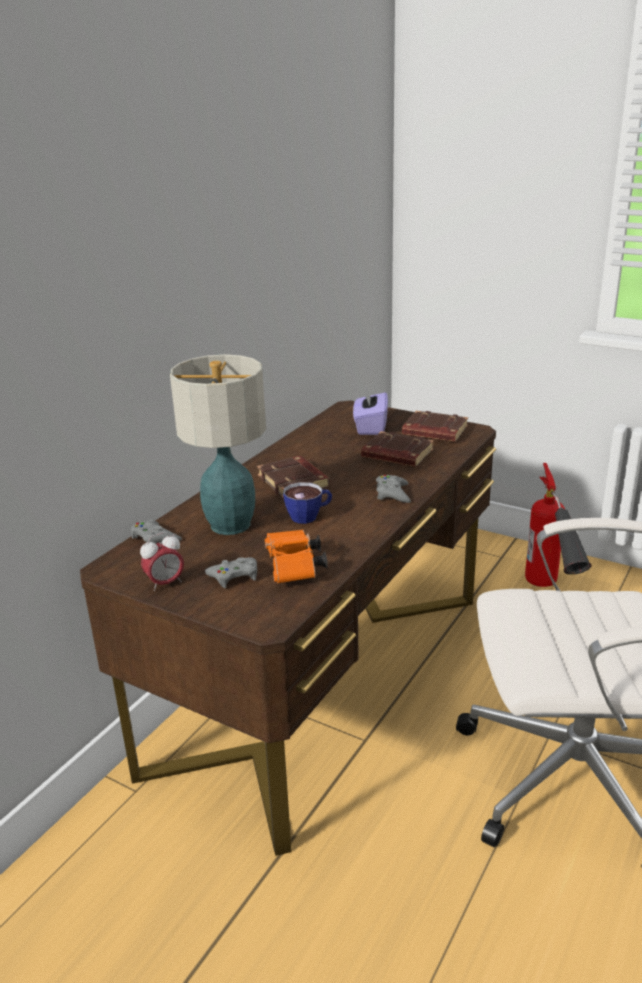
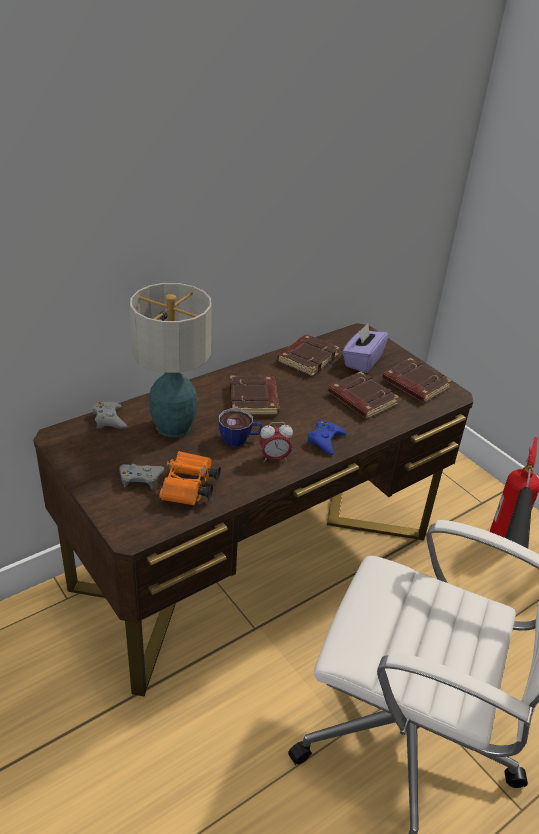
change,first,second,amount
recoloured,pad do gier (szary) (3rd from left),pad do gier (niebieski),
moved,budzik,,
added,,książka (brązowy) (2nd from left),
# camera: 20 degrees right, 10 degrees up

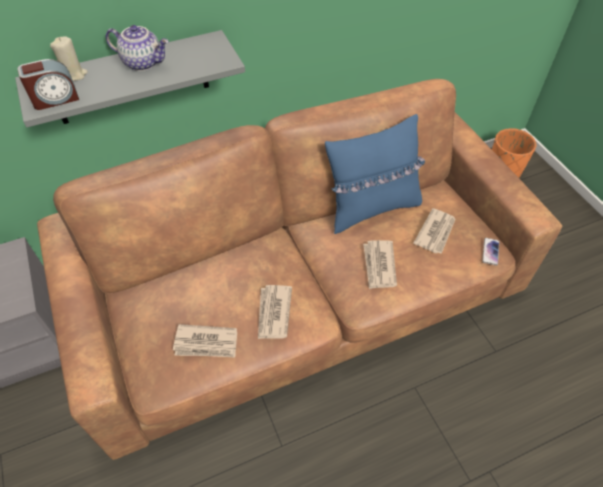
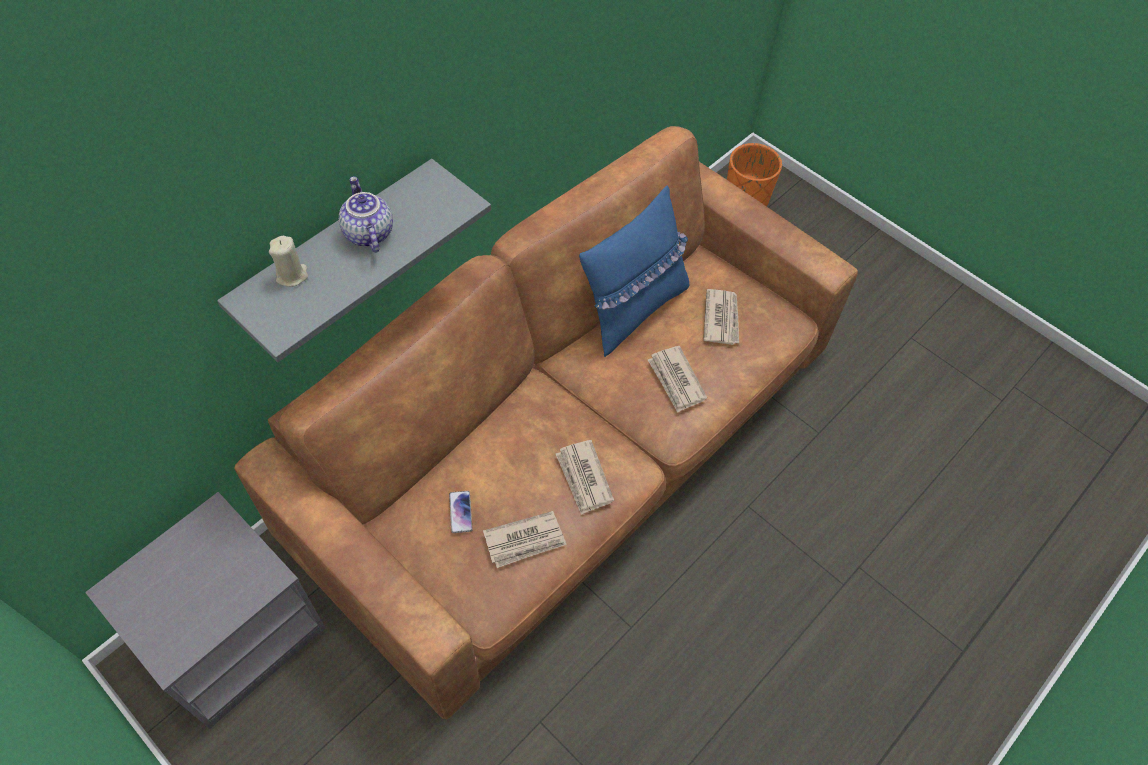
change,first,second,amount
turned,imbryk,,105 degrees counterclockwise
removed,budzik,,
moved,telefon,,
# camera: 25 degrees left, 5 degrees up

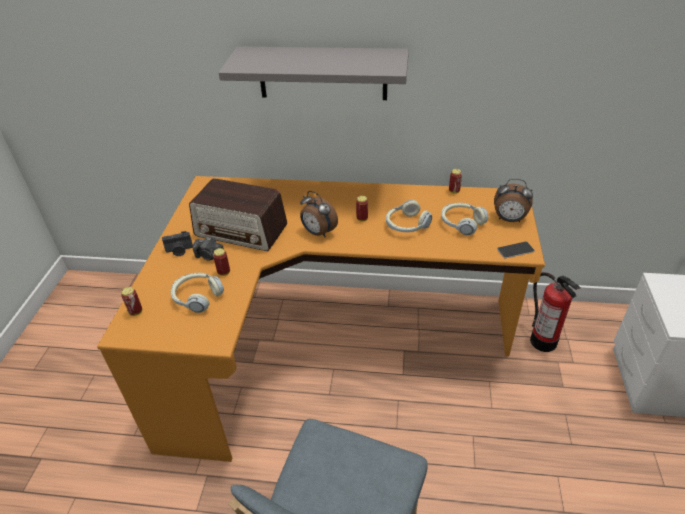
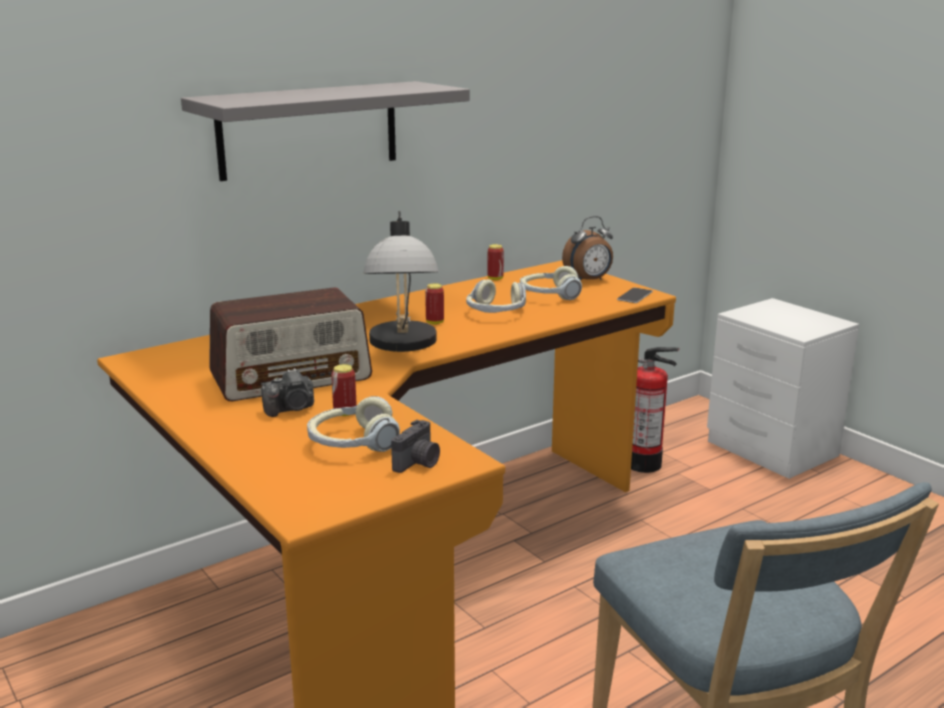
change,first,second,amount
replaced,budzik (1st from left),lampa stołowa,
moved,aparat fotograficzny (1st from left in the first image),aparat fotograficzny (2nd from left),
removed,puszka (1st from left),,
# camera: 45 degrees left, 20 degrees down

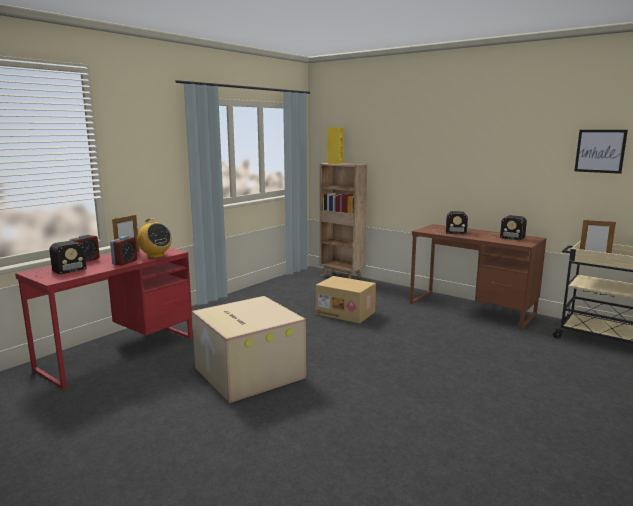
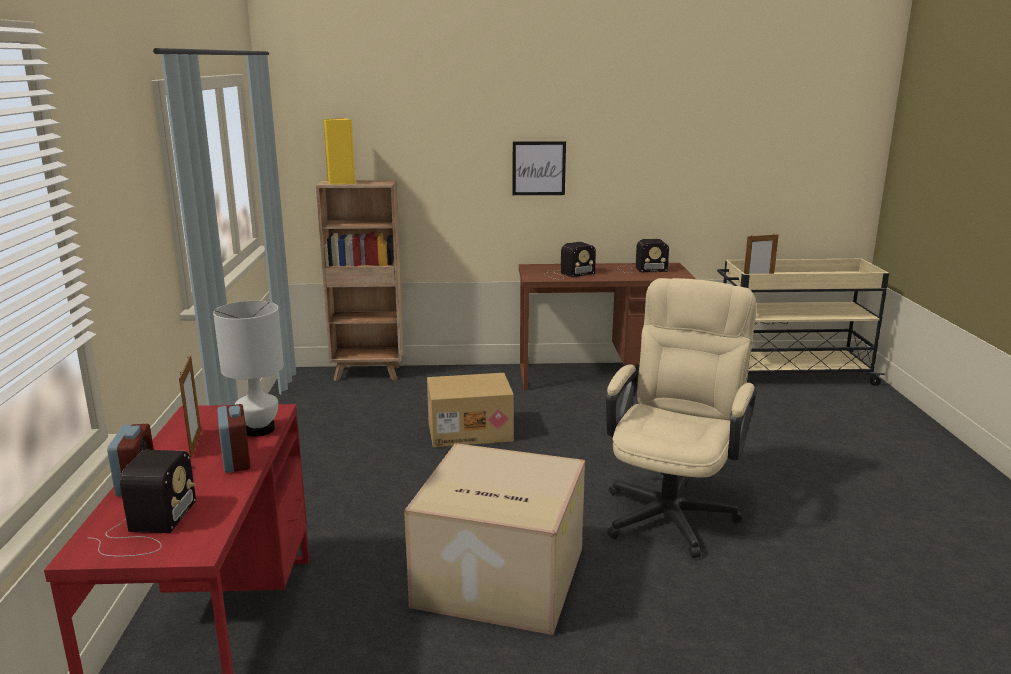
change,first,second,amount
moved,obraz,,
replaced,radio (2nd from left),lampa stołowa (biały),
added,,krzesło biurowe (beżowy),
# camera: 40 degrees left, 5 degrees up

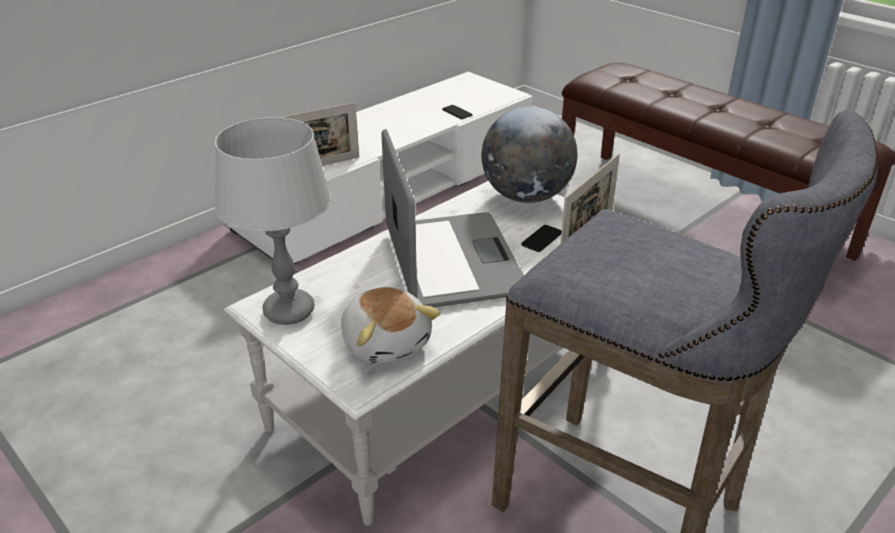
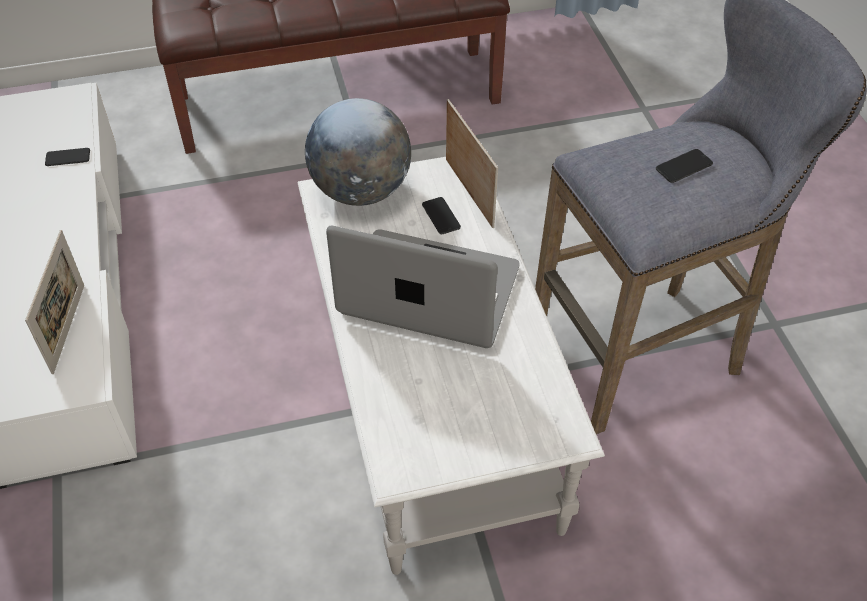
change,first,second,amount
removed,lampa stołowa (szary),,
removed,pluszak,,
added,,telefon (3rd from left),
# camera: 60 degrees left, 15 degrees up

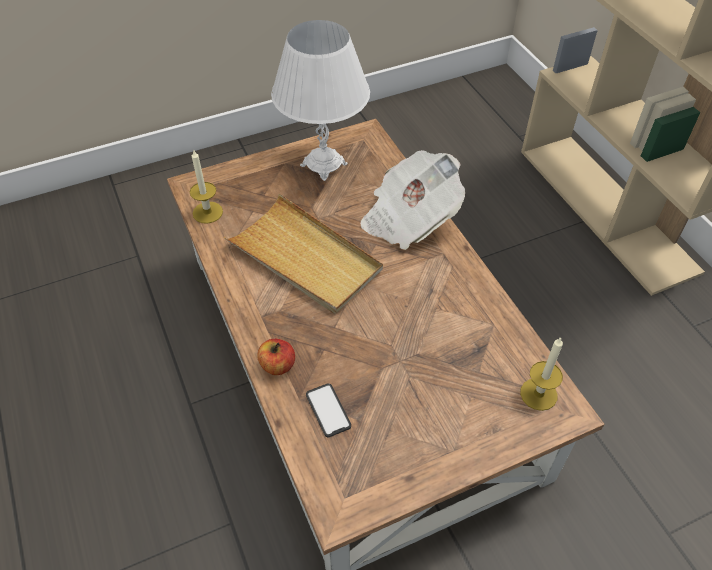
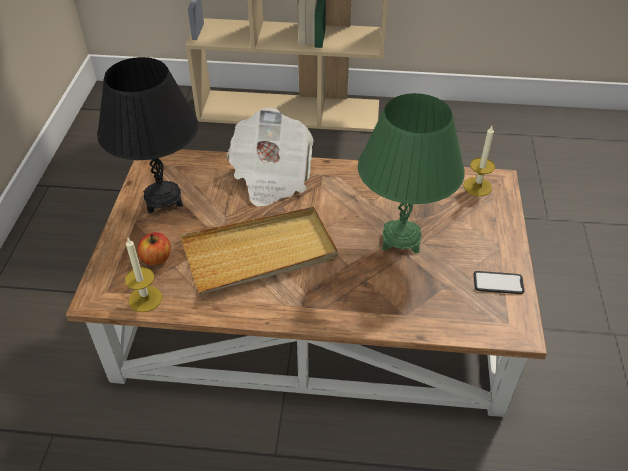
change,first,second,amount
recoloured,lampa stołowa (biały),lampa stołowa (czarny),
moved,jabłko,,
moved,telefon,,
added,,lampa stołowa (zielony),
# camera: 60 degrees left, 5 degrees down

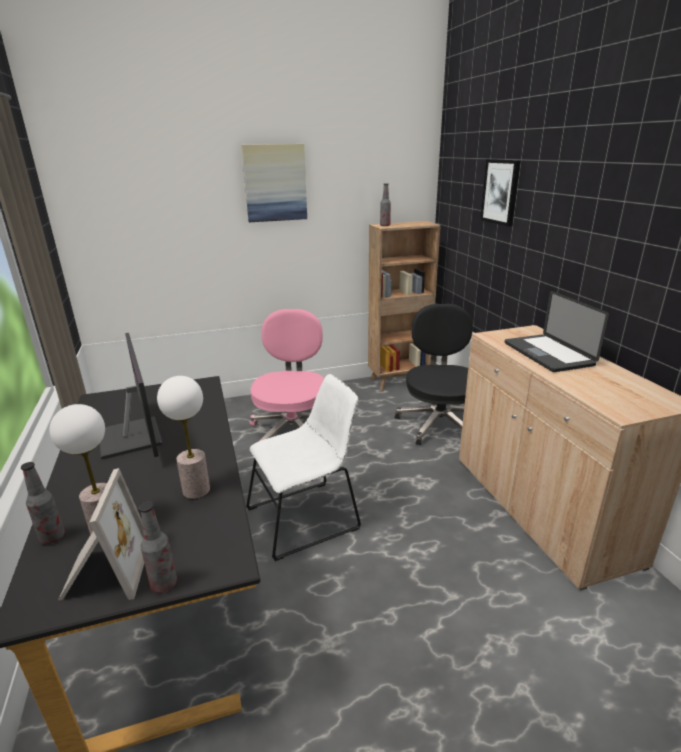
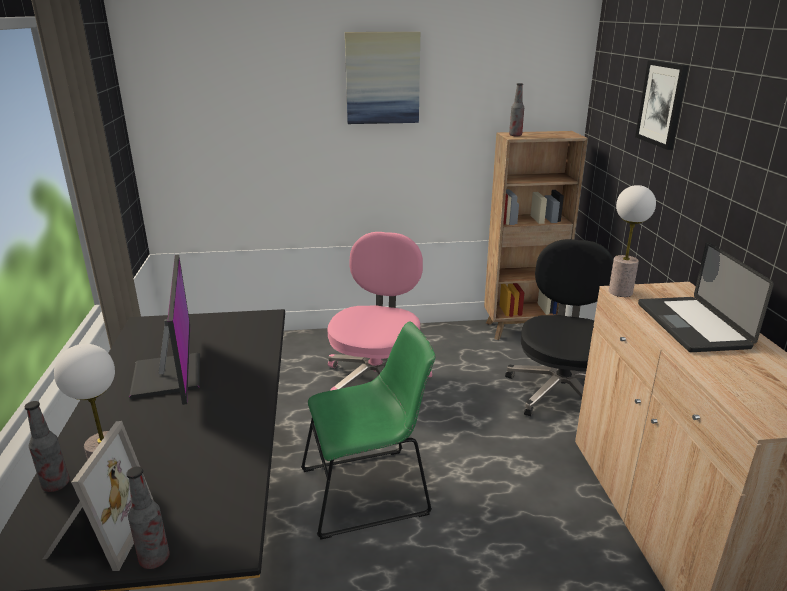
change,first,second,amount
recoloured,krzesło (biały),krzesło (zielony),
moved,lampa stołowa (2nd from left),,
# camera: 10 degrees right, 0 degrees up

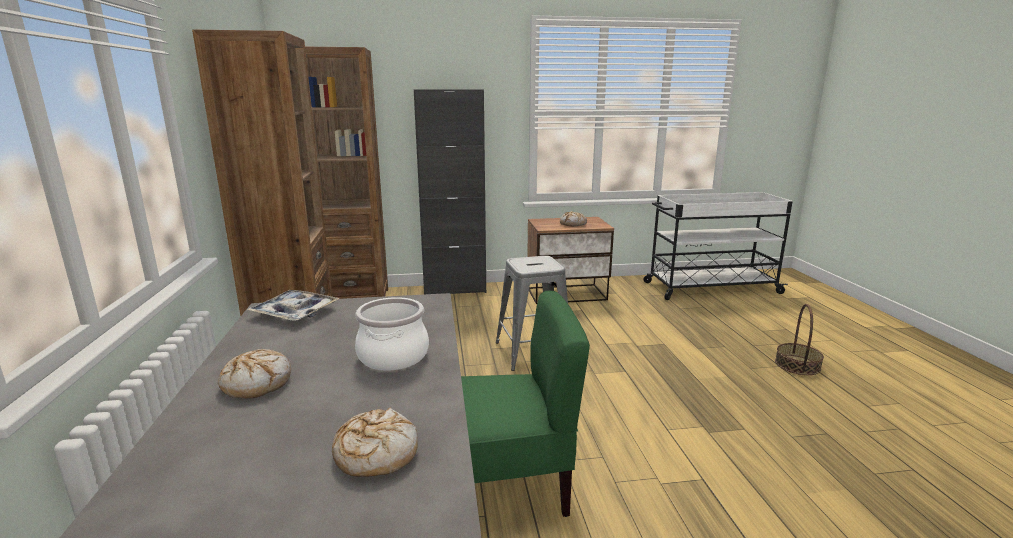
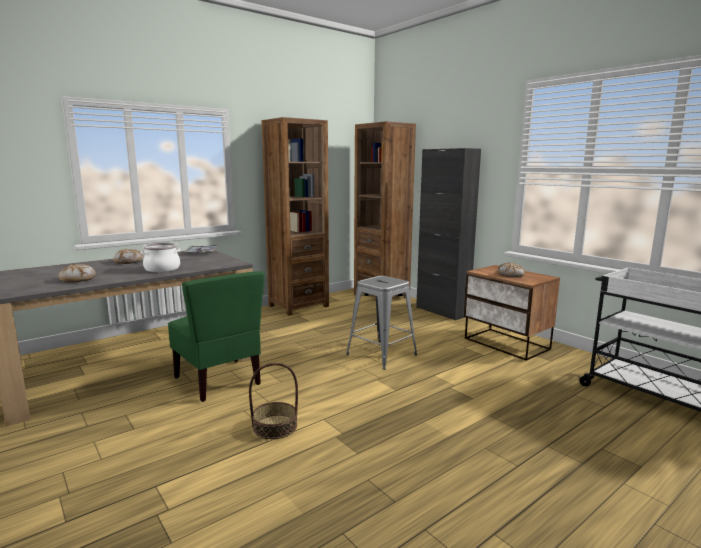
change,first,second,amount
moved,koszyk,,
# camera: 60 degrees right, 5 degrees down

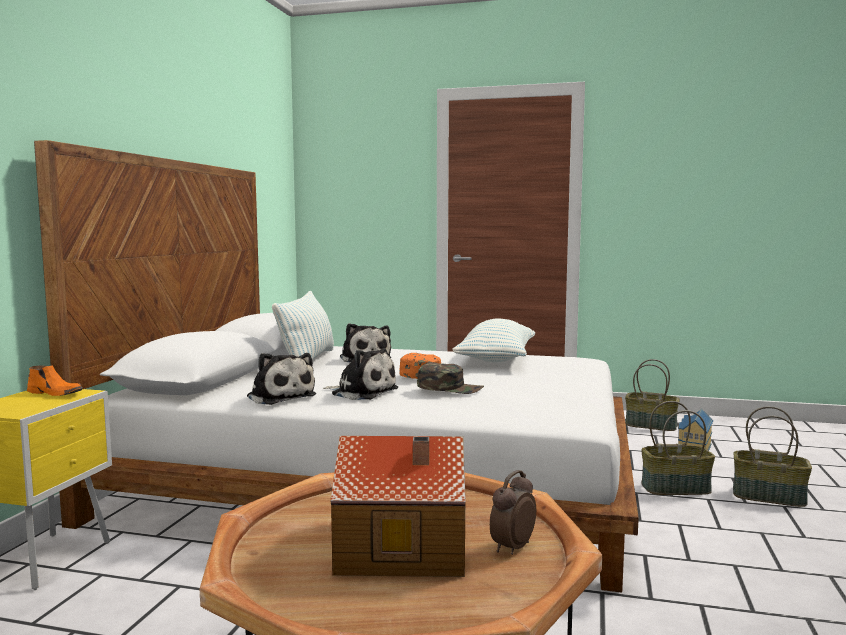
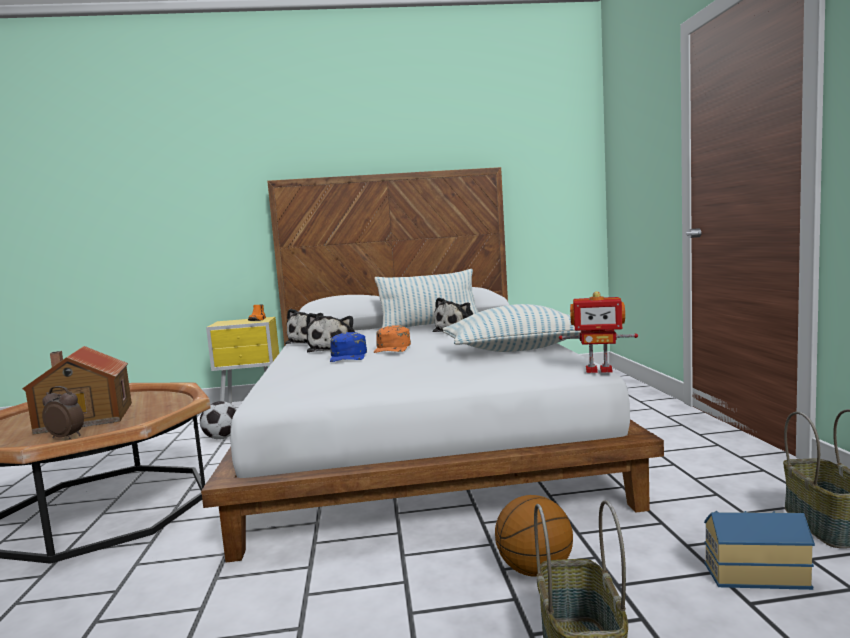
change,first,second,amount
recoloured,czapka z daszkiem (zielony),czapka z daszkiem (niebieski),
replaced,koszyk (2nd from left),piłka do koszykówki,
added,,robot zabawkowy,
added,,piłka futbolowa,
# camera: 70 degrees right, 0 degrees up

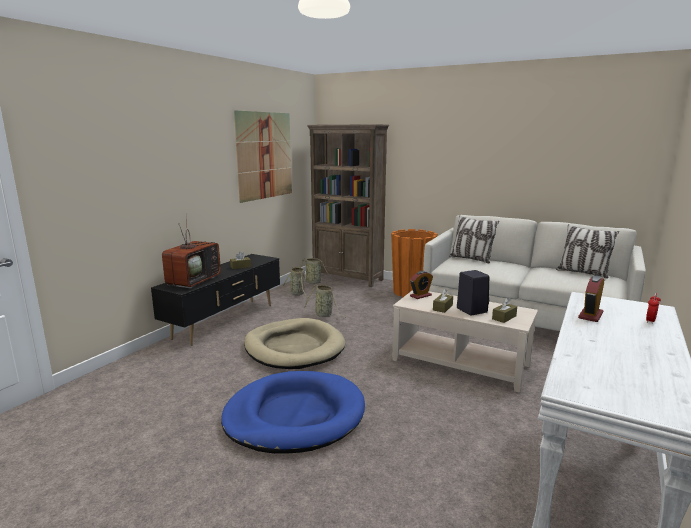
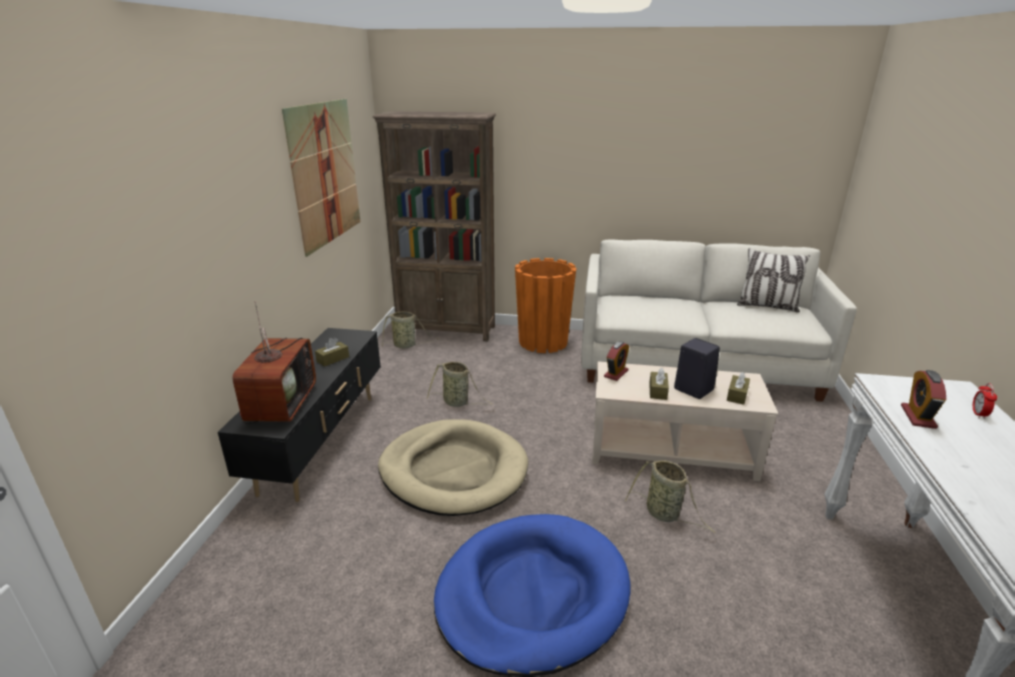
change,first,second,amount
removed,poduszka (1st from left),,
moved,koszyk (1st from left in the first image),koszyk (3rd from left),
# camera: 20 degrees left, 10 degrees up

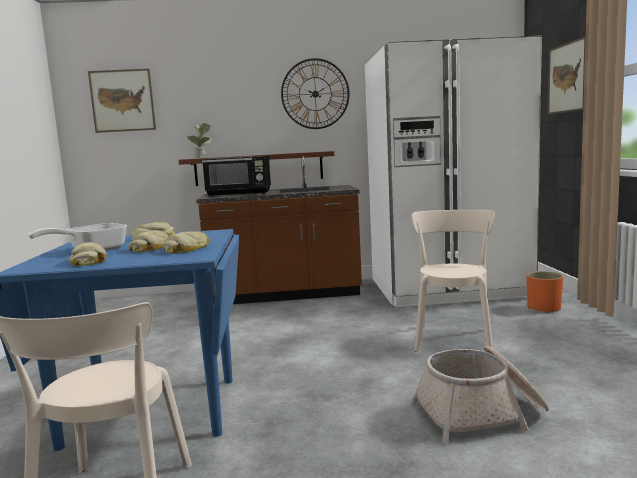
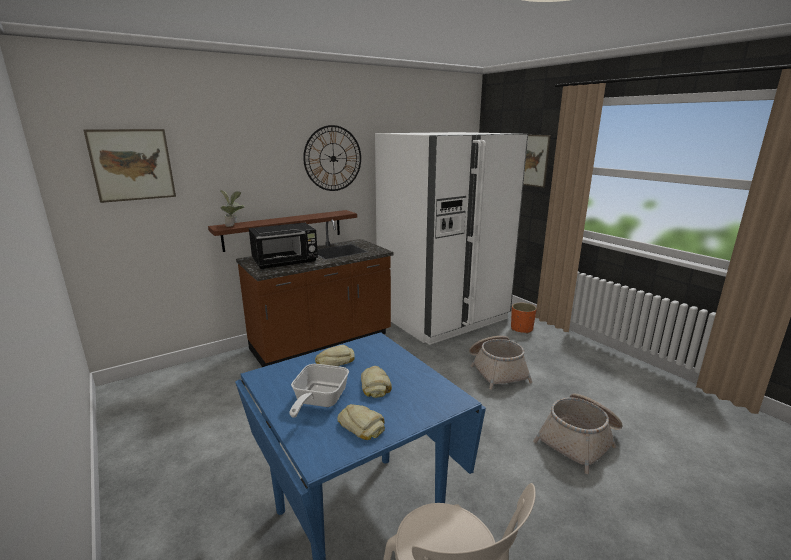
change,first,second,amount
replaced,krzesło (beżowy) (2nd from left),koszyk (1st from left),
removed,chleb (4th from left),,
# camera: 30 degrees left, 10 degrees up

